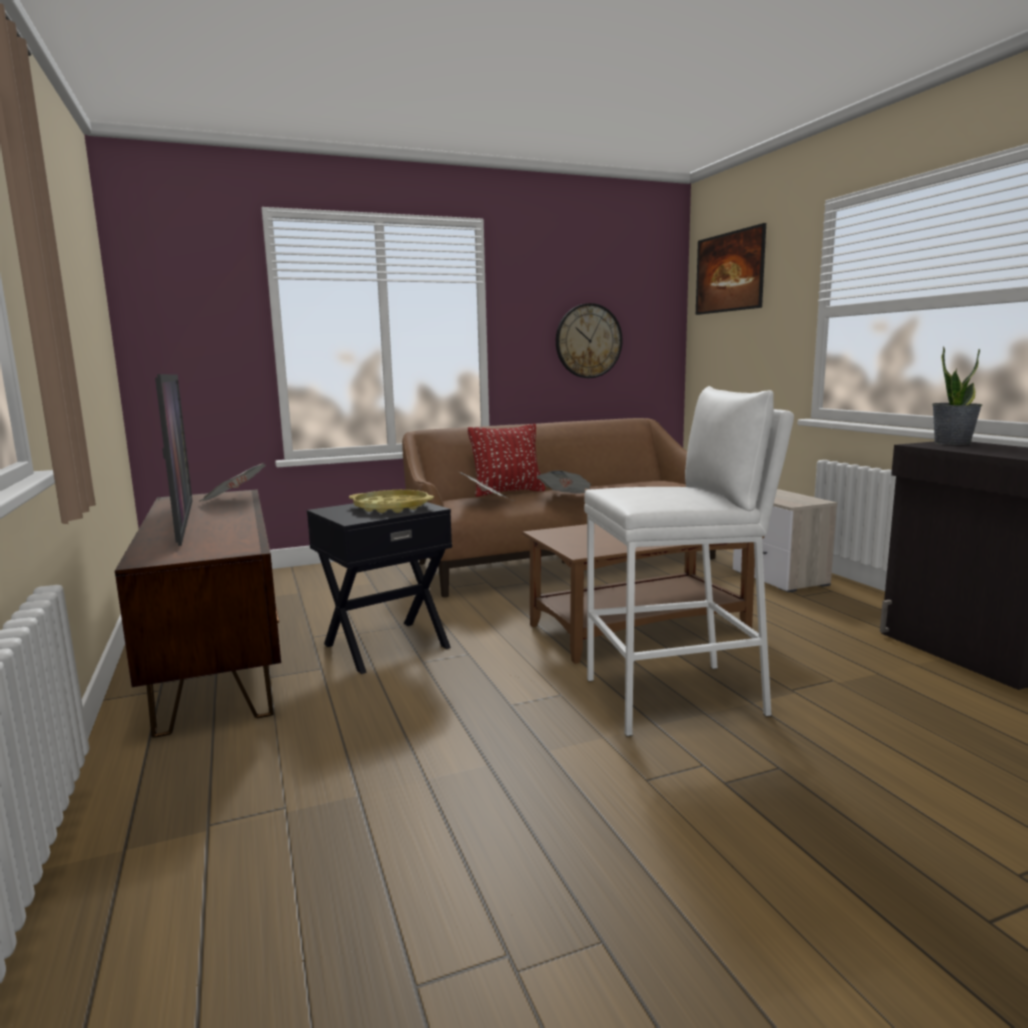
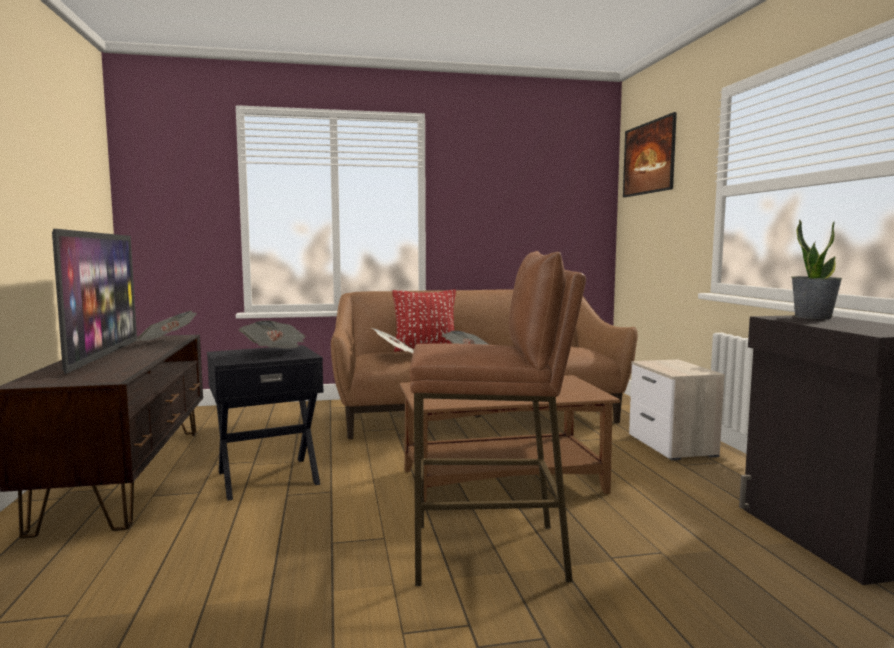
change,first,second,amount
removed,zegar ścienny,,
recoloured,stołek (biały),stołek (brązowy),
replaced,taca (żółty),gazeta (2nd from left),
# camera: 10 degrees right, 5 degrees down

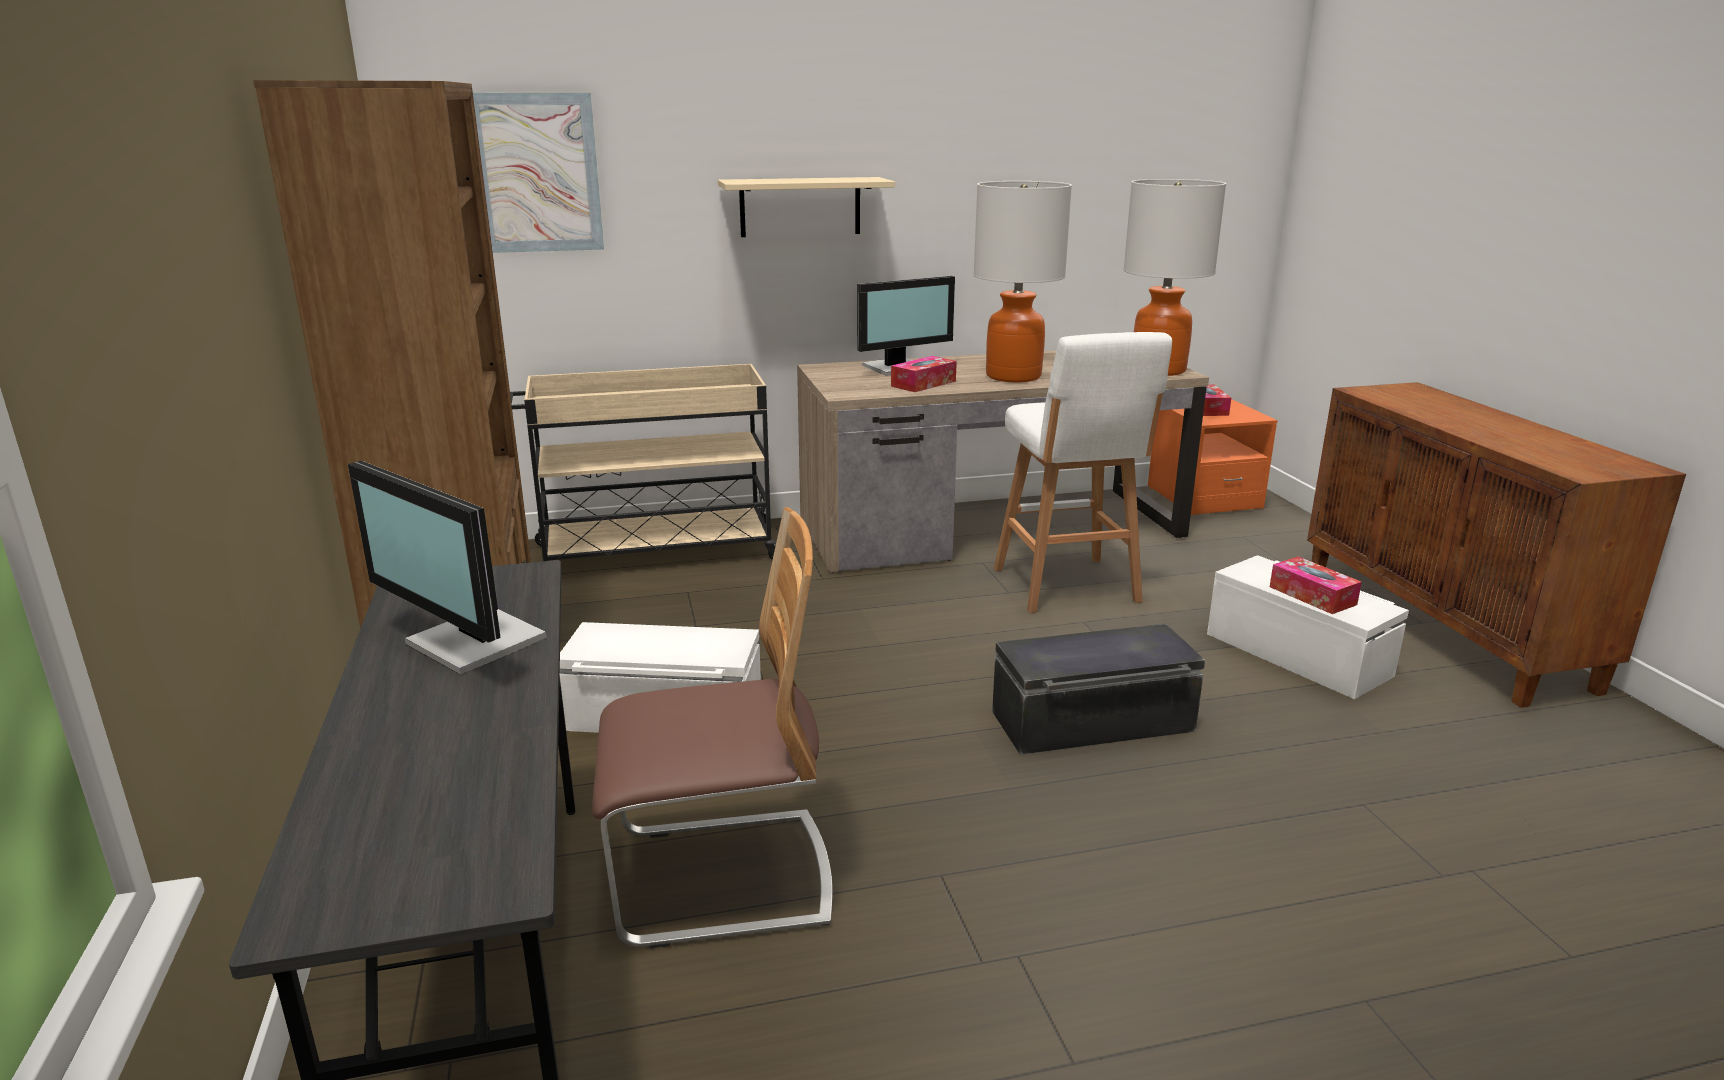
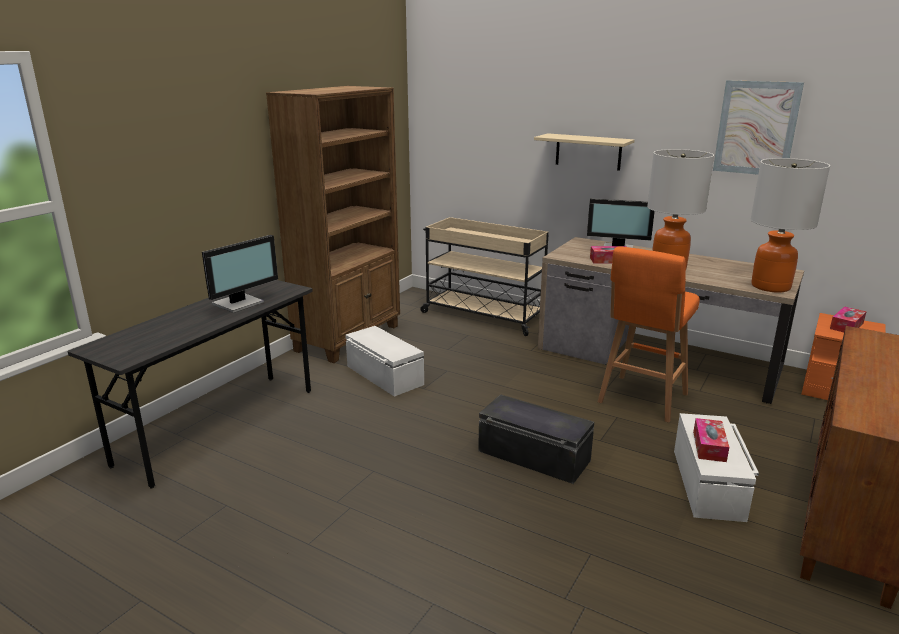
change,first,second,amount
moved,obraz,,
recoloured,stołek (biały),stołek (pomarańczowy),
turned,monitor (1st from left),,135 degrees counterclockwise
removed,krzesło,,
# camera: 45 degrees right, 0 degrees up

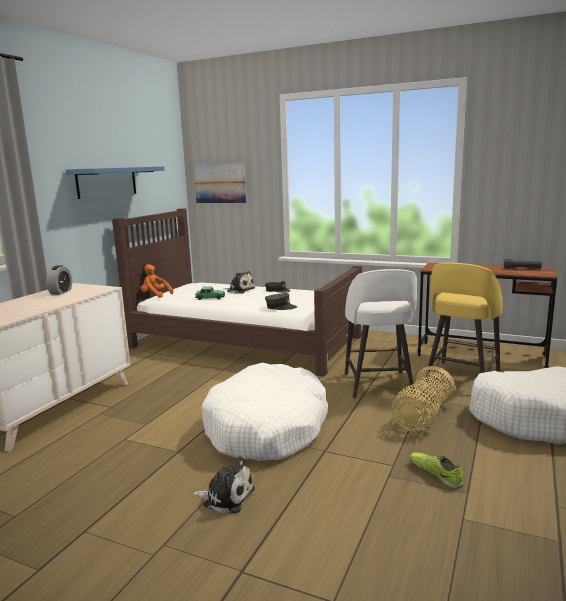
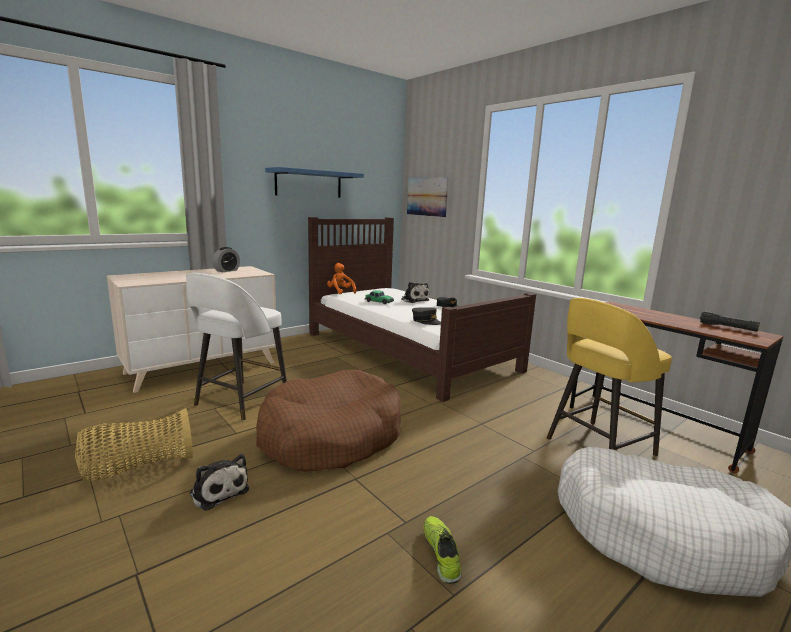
change,first,second,amount
moved,stołek (biały),,
recoloured,legowisko (biały) (1st from left),legowisko (brązowy),
moved,koszyk,,
# camera: 25 degrees right, 0 degrees up

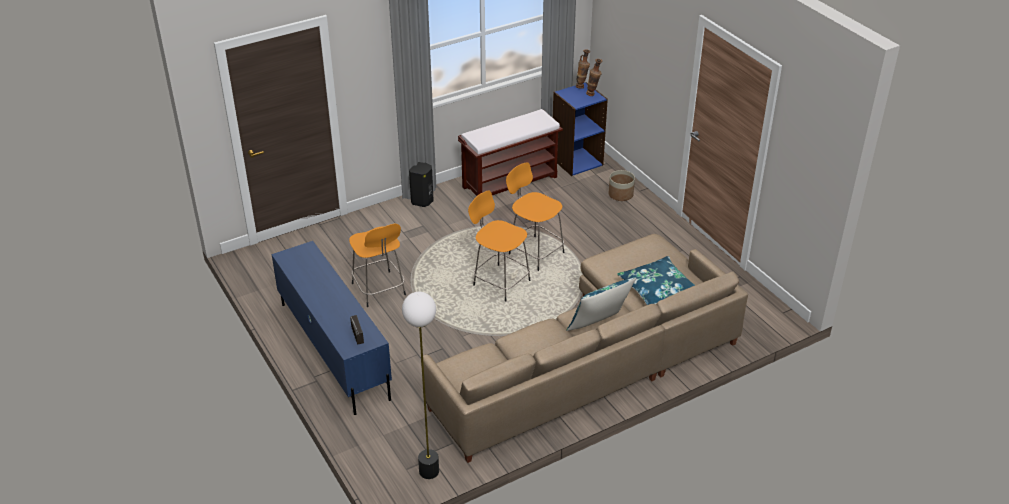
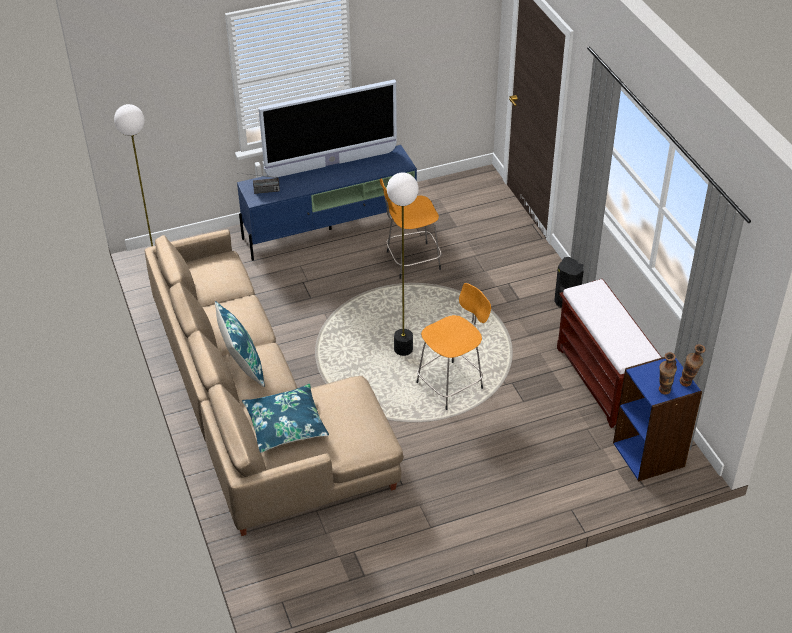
change,first,second,amount
removed,donica,,
replaced,stołek (pomarańczowy) (2nd from left),lampa stojąca (2nd from left),
added,,telewizor,
# camera: 100 degrees right, 5 degrees up

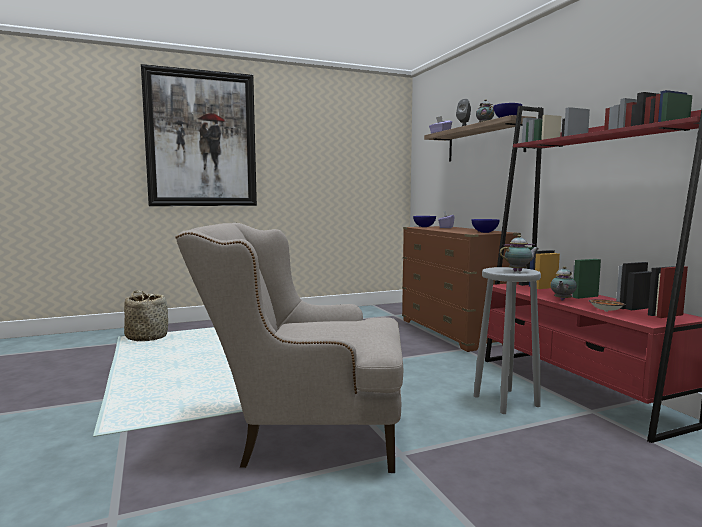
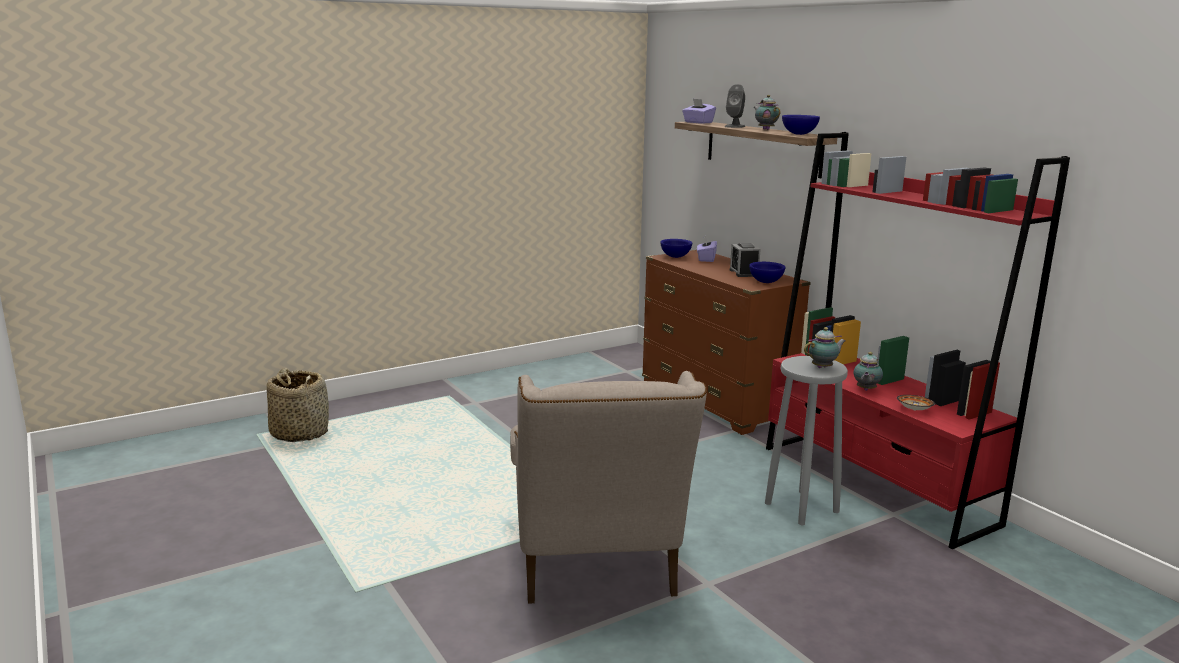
change,first,second,amount
removed,obraz,,
turned,fotel (beżowy),,90 degrees counterclockwise
added,,budzik,
# camera: 10 degrees left, 10 degrees up

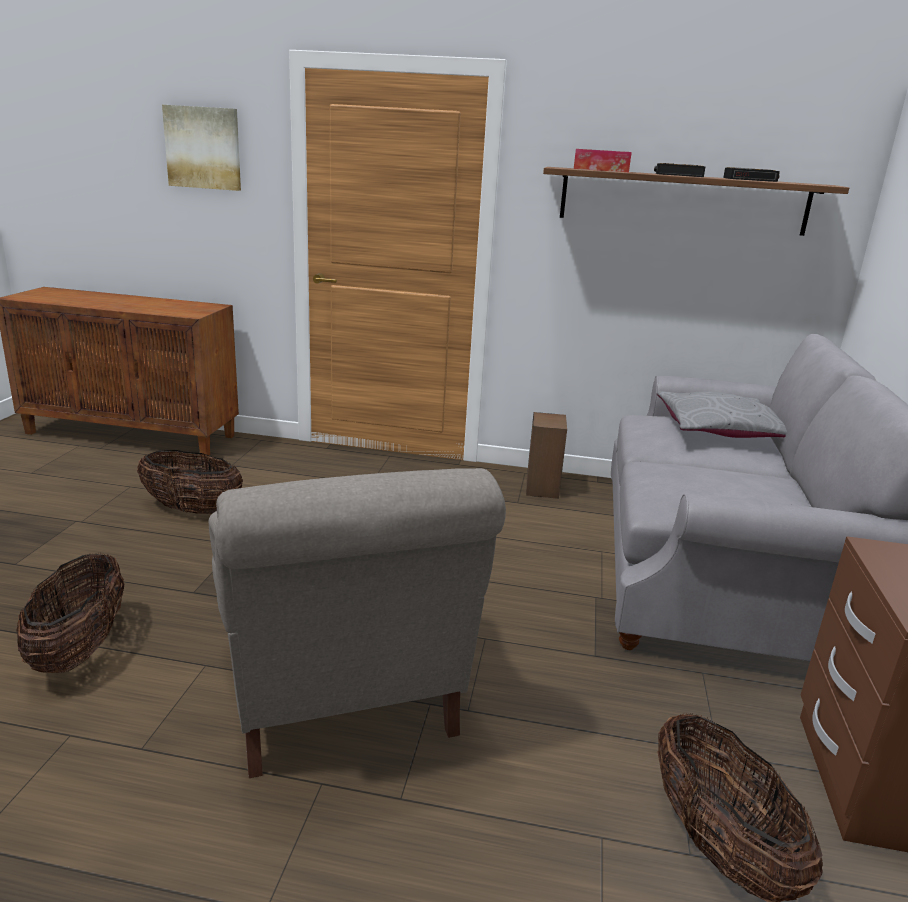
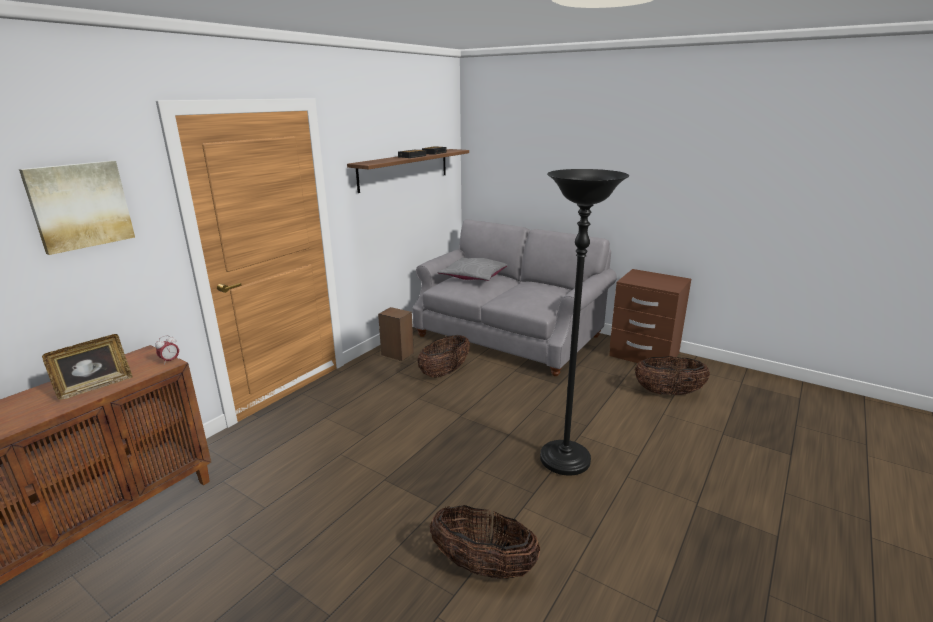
change,first,second,amount
removed,pudełko chusteczek,,
moved,koszyk (2nd from left in the first image),koszyk (1st from left),
replaced,fotel (szary),lampa stojąca (czarny),
added,,ramka na zdjęcie,
added,,budzik (1st from left),
# camera: 65 degrees left, 0 degrees up

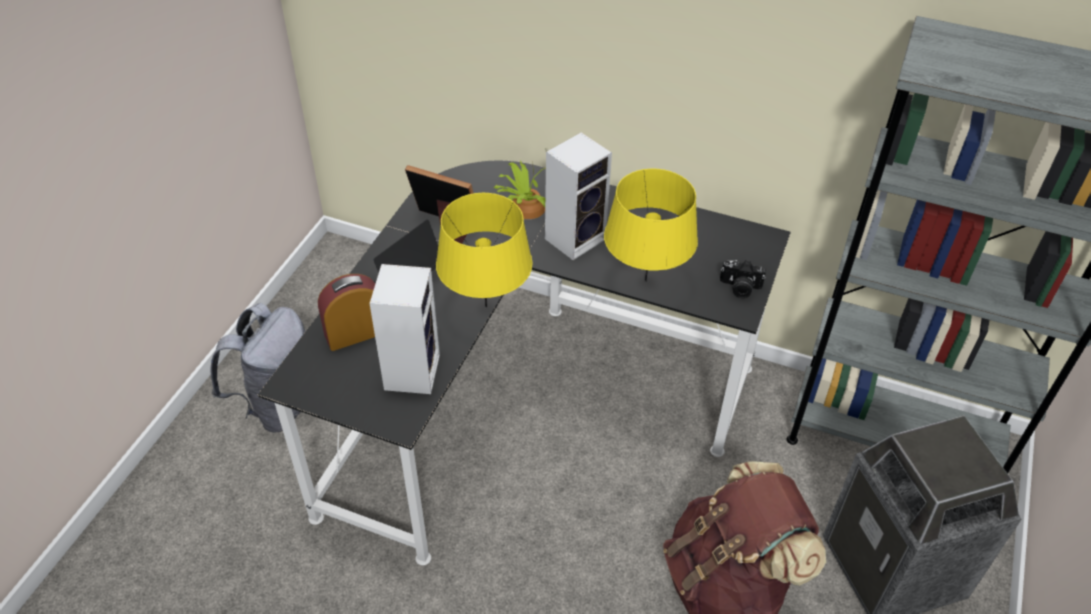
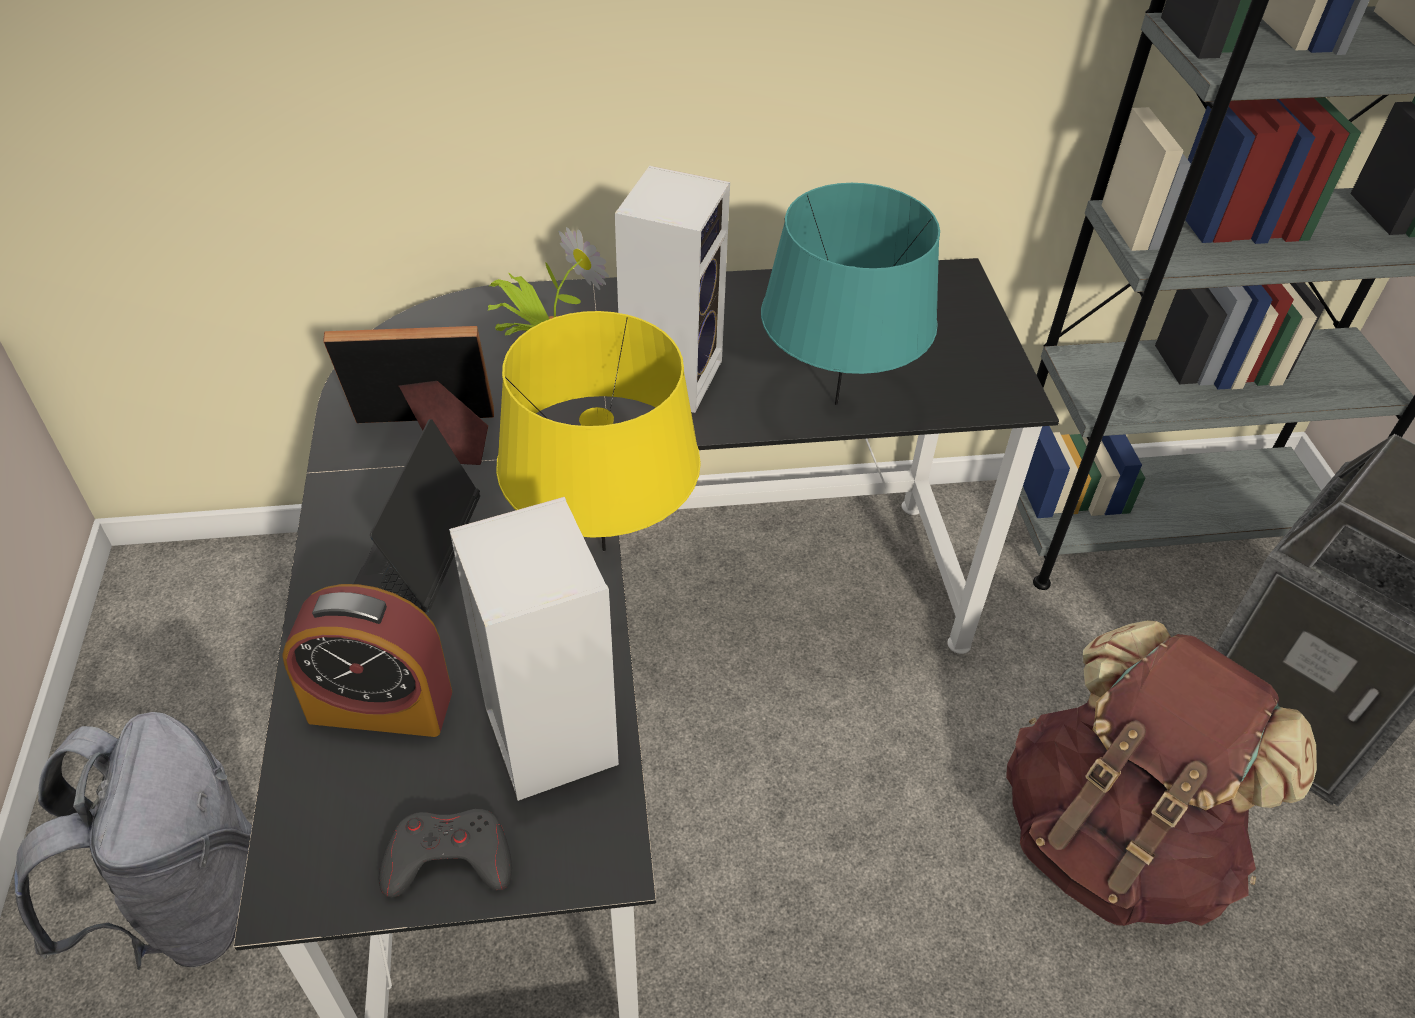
change,first,second,amount
recoloured,lampa stołowa (żółty) (2nd from left),lampa stołowa (turkusowy),
removed,aparat fotograficzny,,
turned,budzik,,120 degrees counterclockwise
added,,pad do gier (szary),
# camera: 30 degrees left, 0 degrees up

